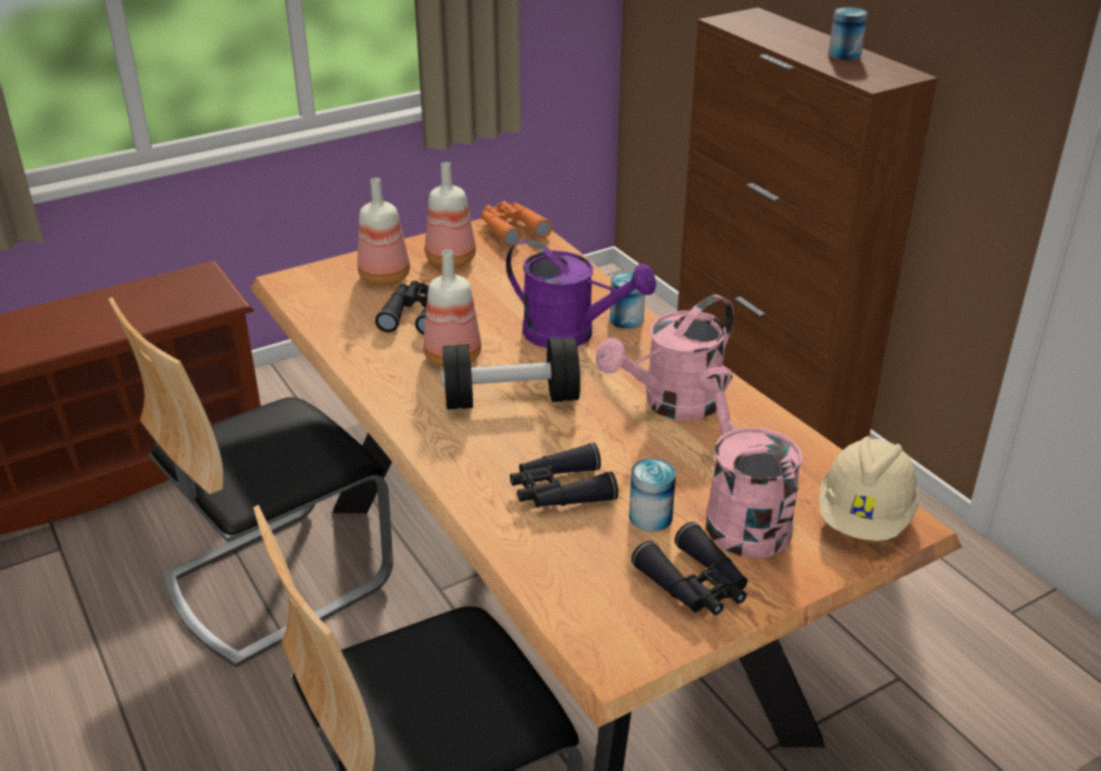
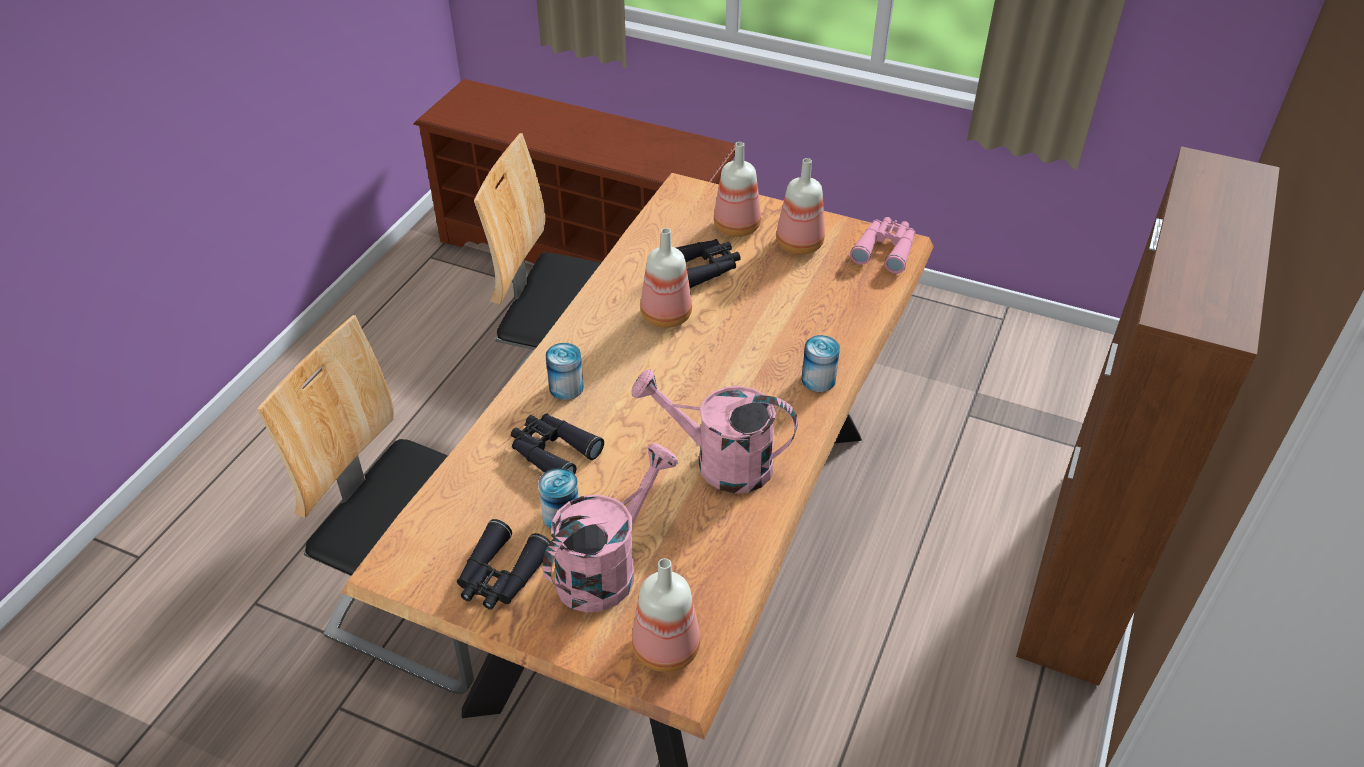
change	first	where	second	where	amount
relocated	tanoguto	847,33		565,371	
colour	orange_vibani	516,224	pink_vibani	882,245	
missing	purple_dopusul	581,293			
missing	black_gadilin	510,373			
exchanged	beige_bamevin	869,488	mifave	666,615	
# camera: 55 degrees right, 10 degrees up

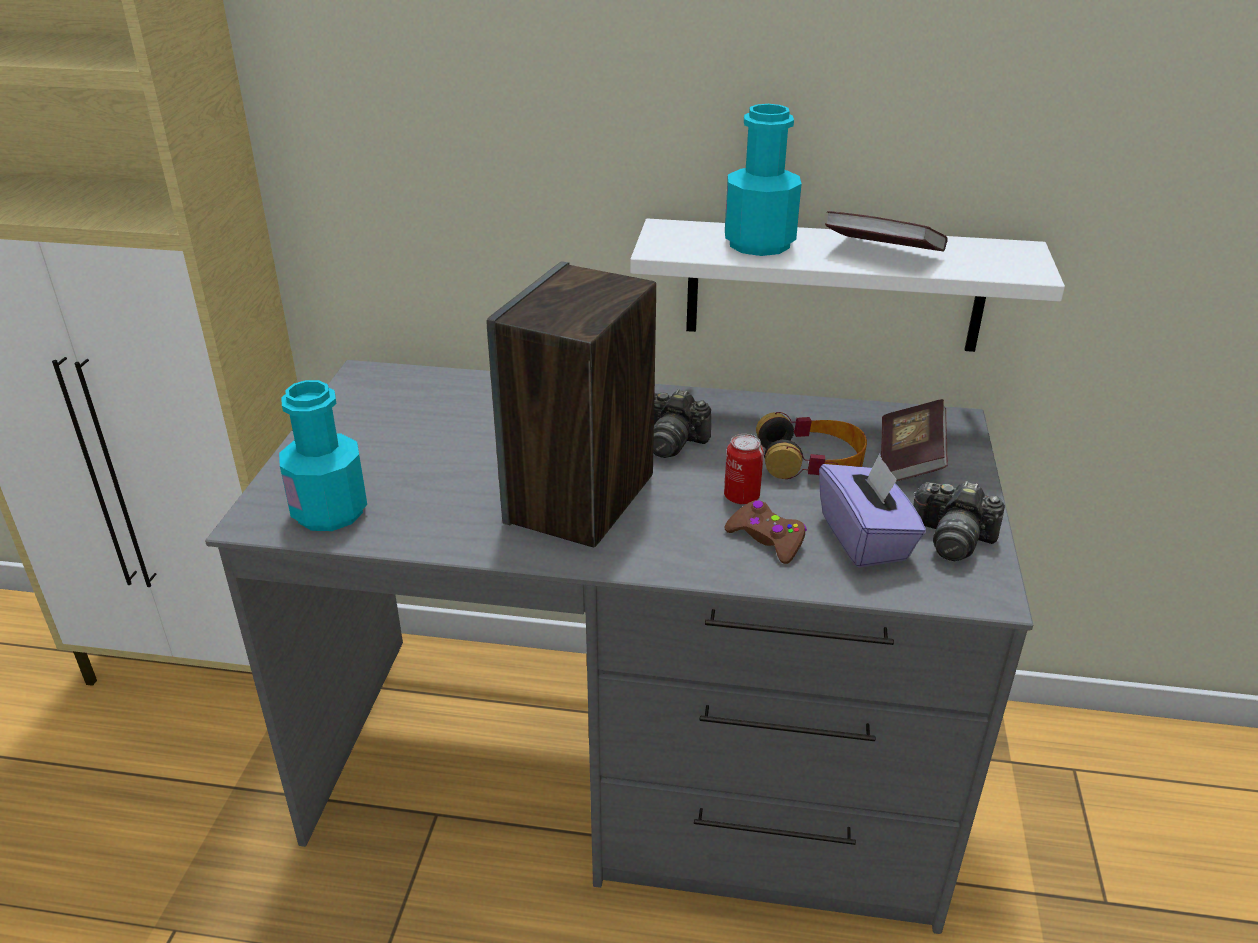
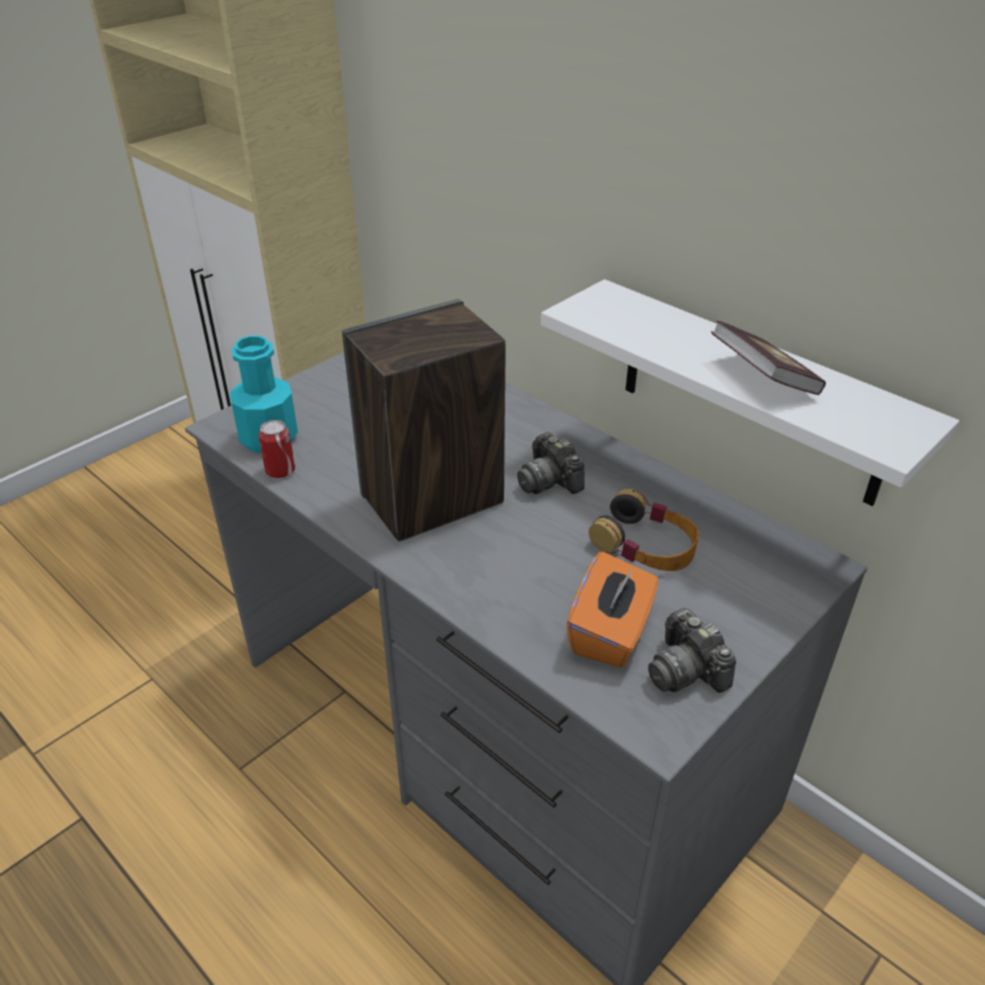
change	first	where	second	where	amount
missing	turquoise_mifave	763,180			
missing	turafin	914,440			
relocated	tanoguto	744,469		276,449	
colour	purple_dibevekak	872,510	orange_dibevekak	612,609	
missing	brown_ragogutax	765,532			
# camera: 35 degrees right, 5 degrees up

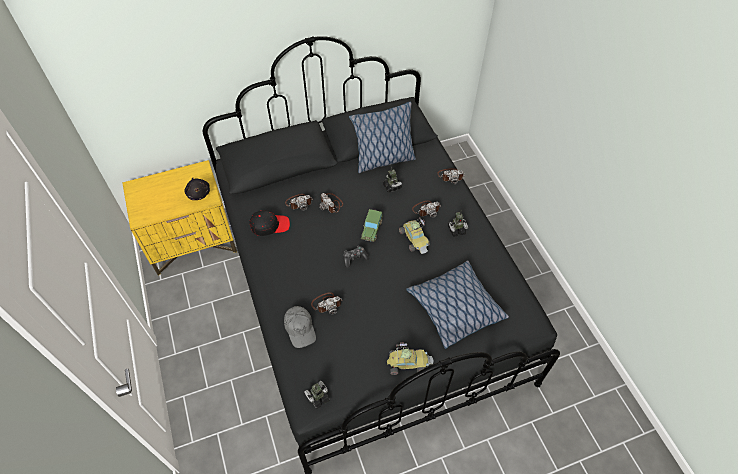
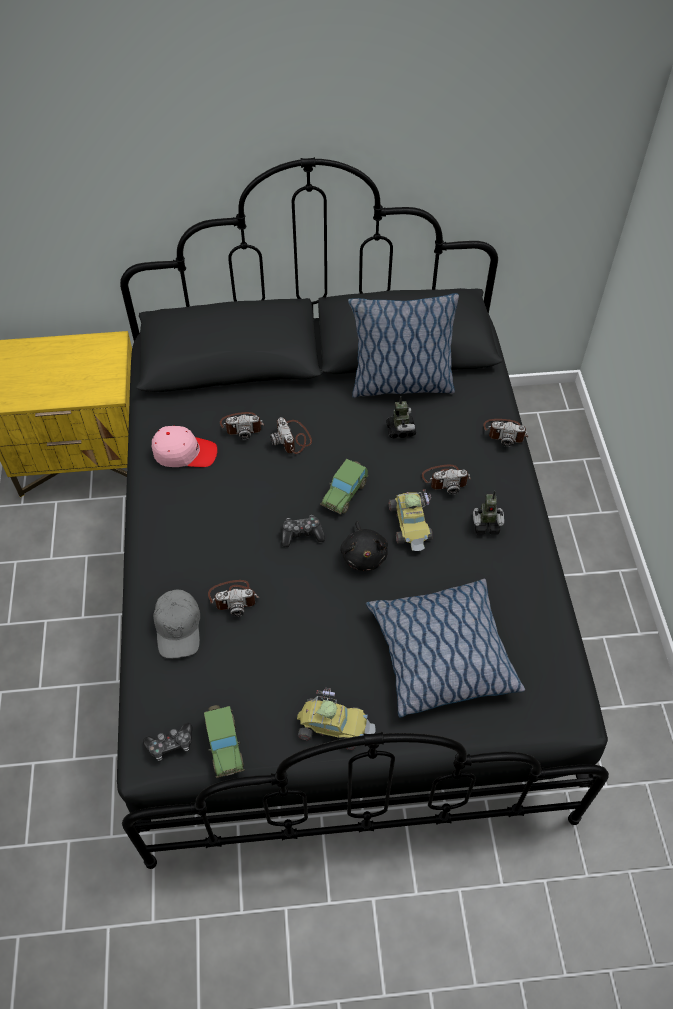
change	first	where	second	where	amount
relocated	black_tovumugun	197,188		364,546	
colour	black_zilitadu	269,223	pink_zilitadu	185,446	
exchanged	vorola	317,395	ragogutax	168,742	
appeared			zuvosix	224,741	
# camera: 15 degrees right, 0 degrees up

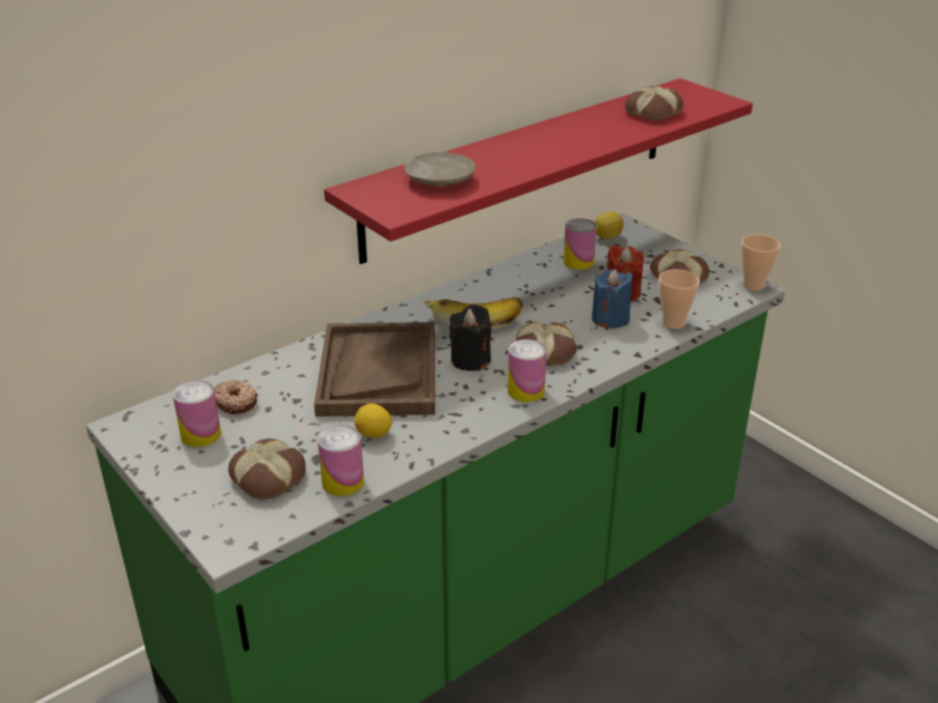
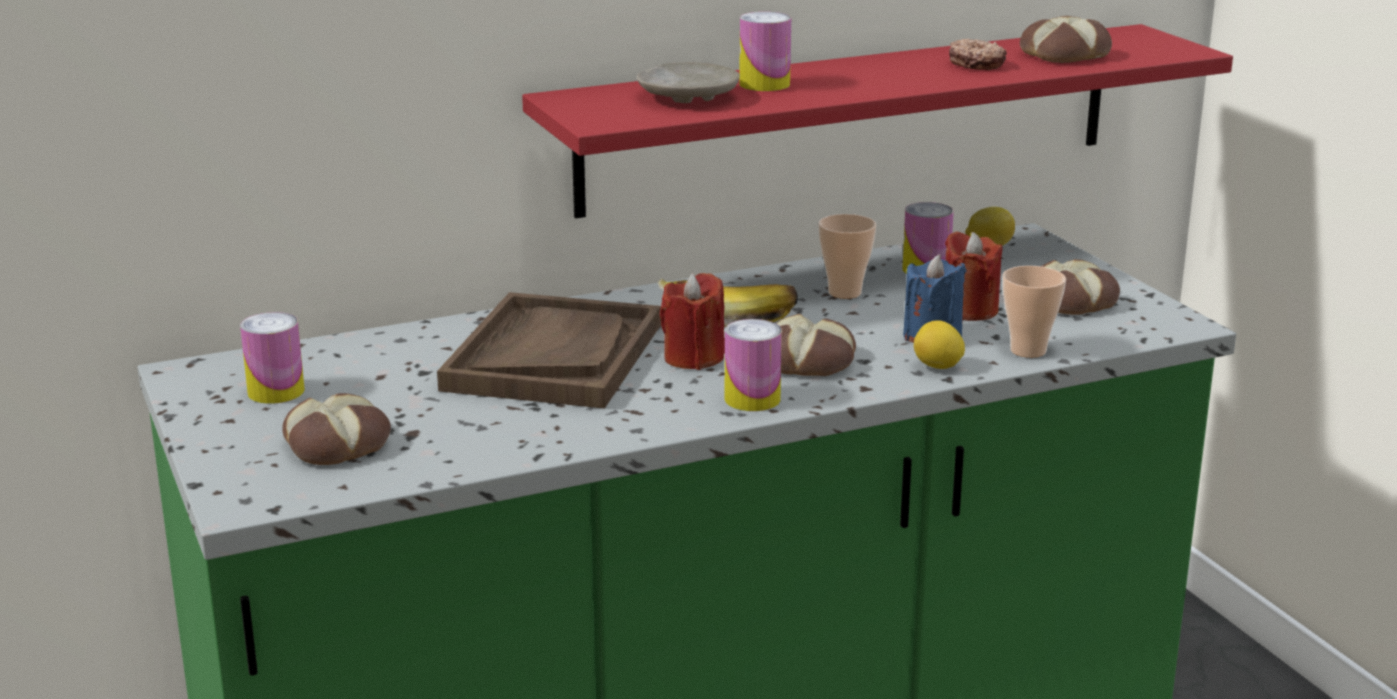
change	first	where	second	where	amount
relocated	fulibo	761,262		847,256	
colour	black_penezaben	470,338	red_penezaben	692,321	
relocated	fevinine	236,397		978,54	
relocated	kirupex	373,420		939,344	
relocated	tanoguto	341,460		765,51	
# camera: 15 degrees right, 10 degrees down

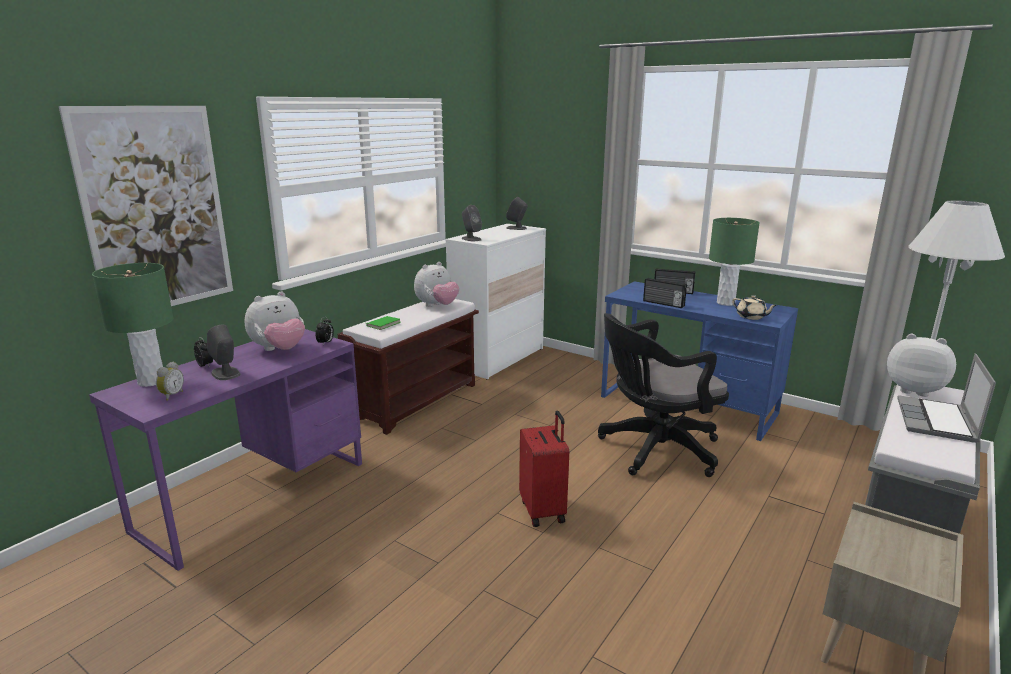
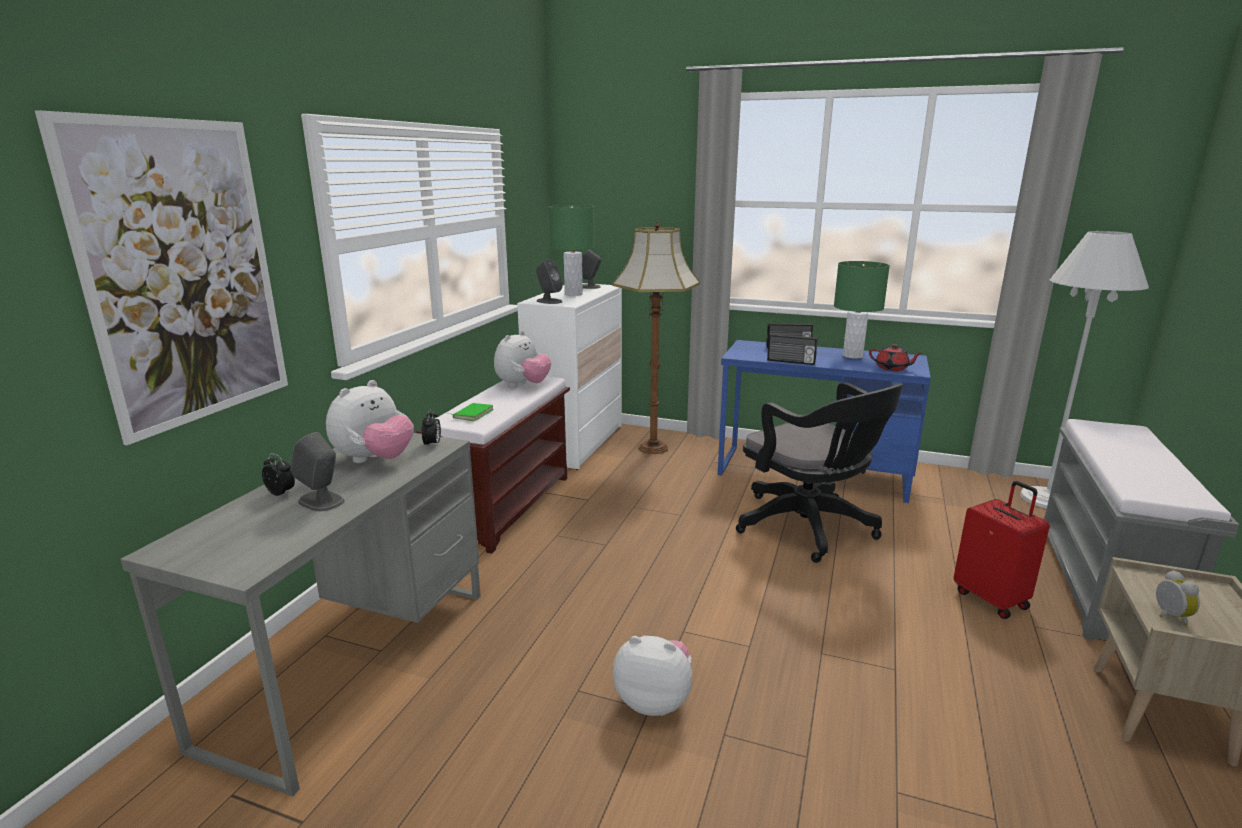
change	first	where	second	where	amount
relocated	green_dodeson	132,325		572,250	
colour	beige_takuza	755,307	red_takuza	896,357	
spun	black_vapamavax	663,395		819,472	90 degrees counterclockwise
colour	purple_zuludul	225,450	grey_zuludul	301,614	
relocated	tovumugun	921,365		652,675	
missing	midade	946,398			
relocated	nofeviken	170,381		1178,598	
relocated	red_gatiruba	544,469		1002,550	
appeared			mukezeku	656,337	
# camera: 15 degrees left, 0 degrees up

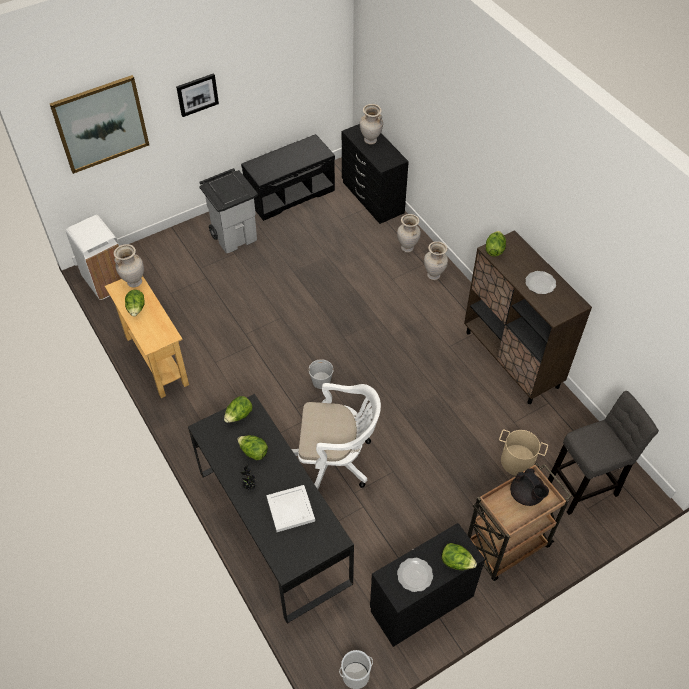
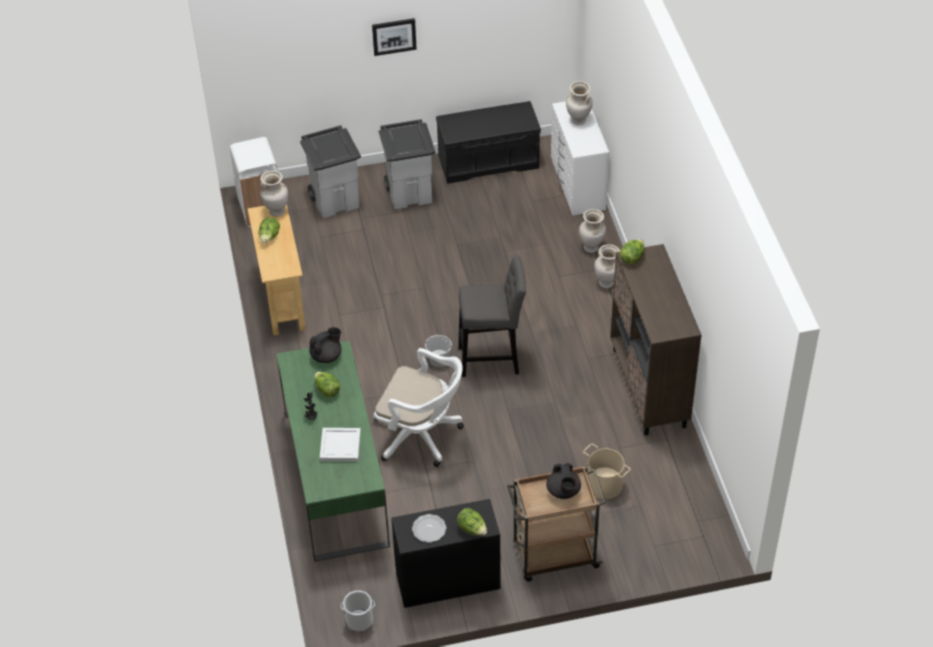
change	first	where	second	where	amount
missing	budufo	99,124			
colour	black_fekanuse	375,174	white_fekanuse	580,158	
missing	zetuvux	541,282			
relocated	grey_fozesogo	603,453		492,316	
colour	black_zuludul	271,509	green_zuludul	333,451	
exchanged	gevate	238,409	black_takuza	325,345	
appeared			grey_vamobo	330,171	
# camera: 20 degrees right, 5 degrees down

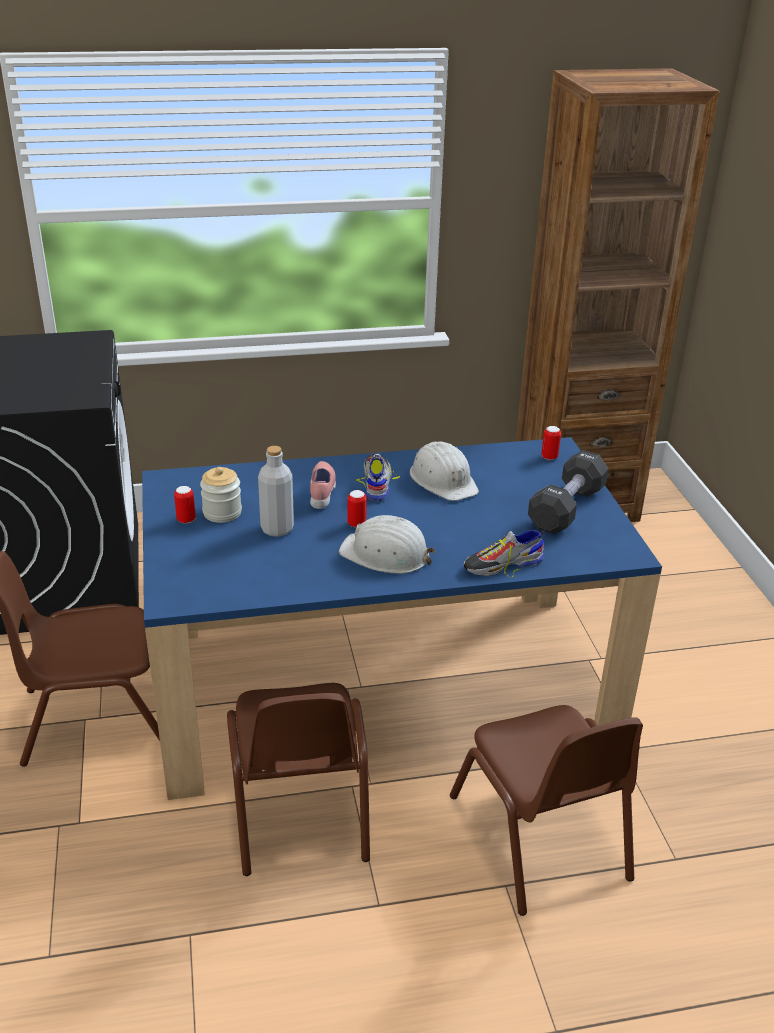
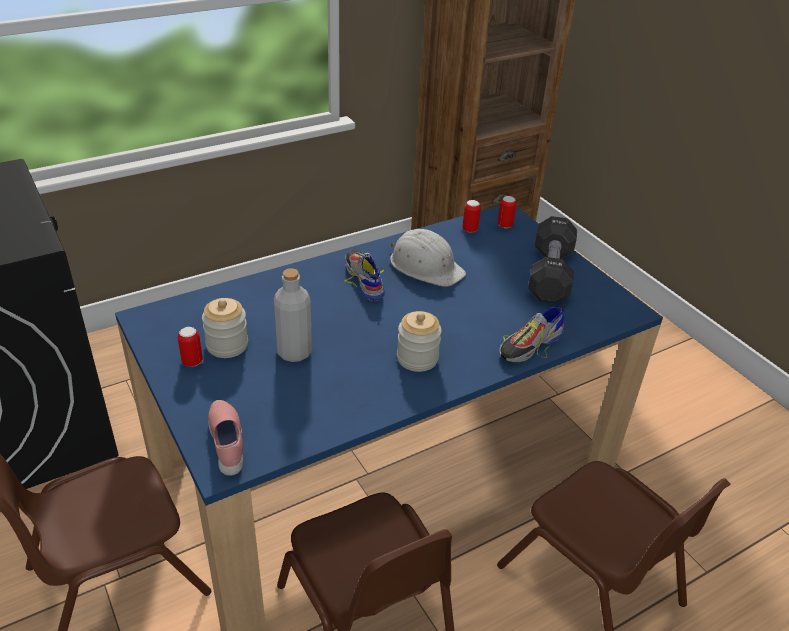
change	first	where	second	where	amount
relocated	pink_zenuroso	323,485		225,438	
relocated	tanoguto	357,509		471,216	
exchanged	white_bamevin	387,544	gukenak	419,341	
# camera: 20 degrees left, 5 degrees up

